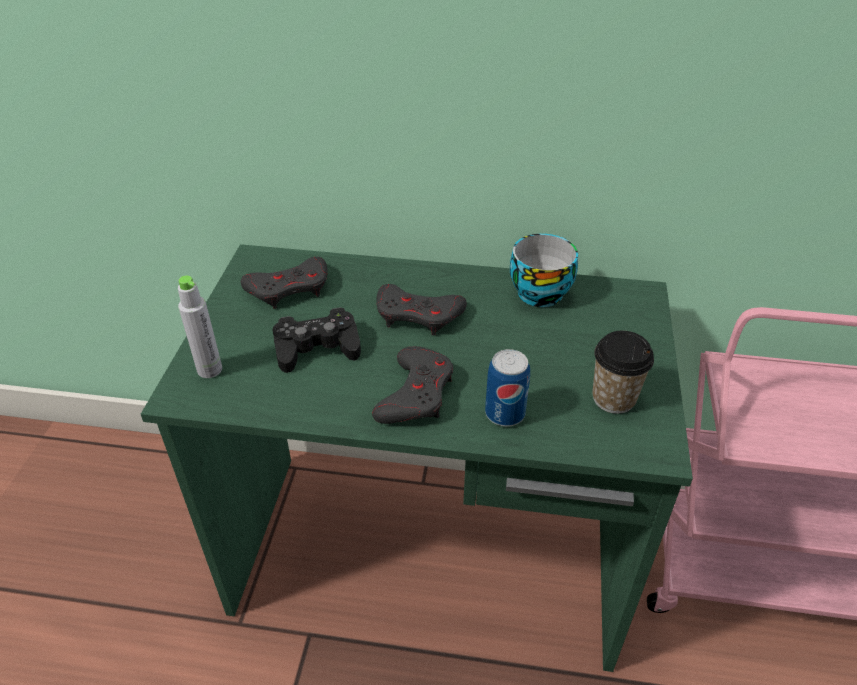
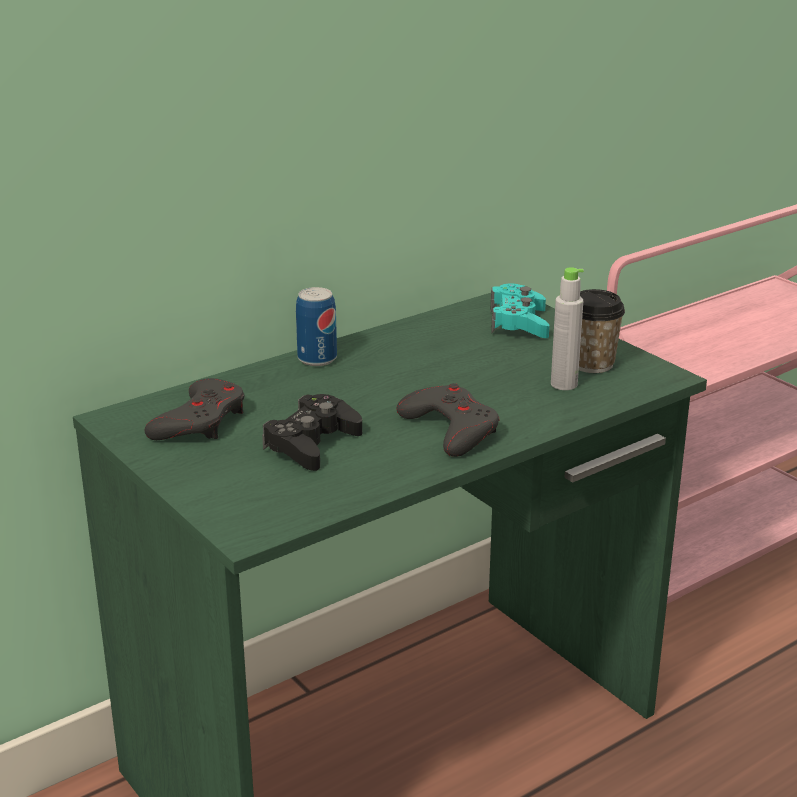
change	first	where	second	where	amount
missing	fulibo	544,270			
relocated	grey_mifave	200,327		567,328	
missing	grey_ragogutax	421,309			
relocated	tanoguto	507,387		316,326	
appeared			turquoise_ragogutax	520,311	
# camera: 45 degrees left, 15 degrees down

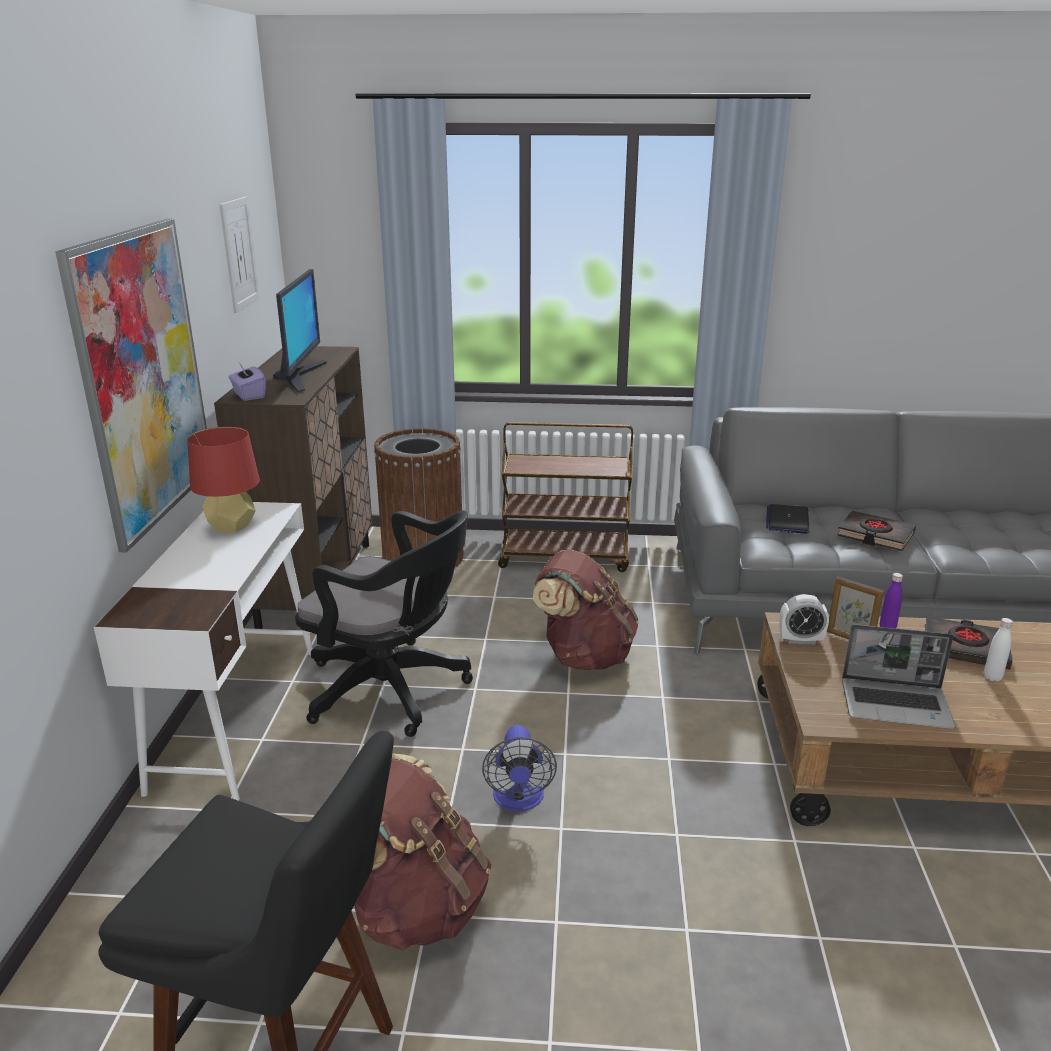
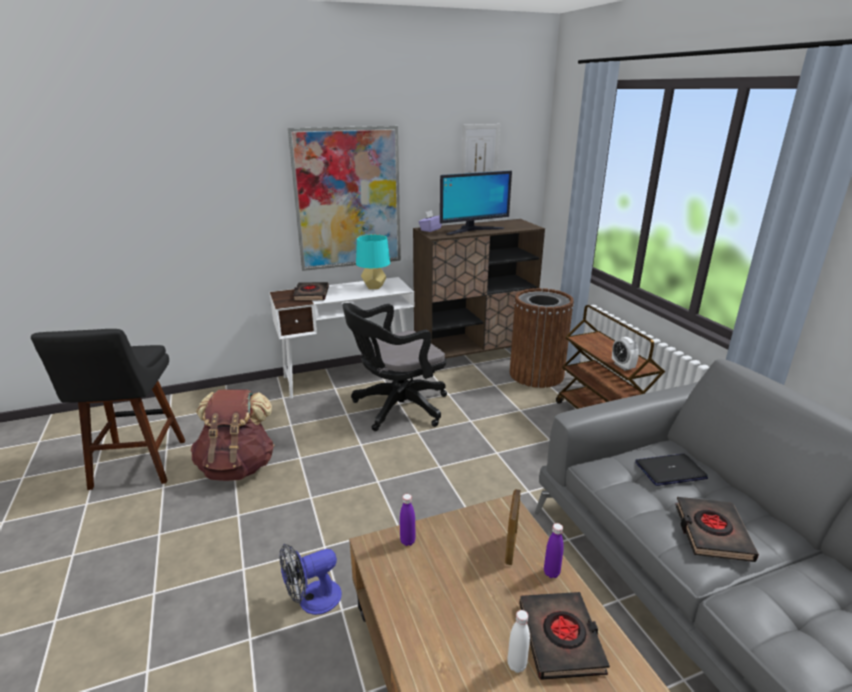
change	first	where	second	where	amount
colour	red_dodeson	223,480	turquoise_dodeson	373,261	
spun	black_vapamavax	384,623		394,367	60 degrees clockwise
missing	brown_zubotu	586,610			
relocated	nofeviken	804,619		625,354	
missing	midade	898,676			
relocated	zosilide	519,768		311,579	
appeared			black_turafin	311,291	
appeared			purple_mifave	408,520	
# camera: 65 degrees right, 0 degrees up

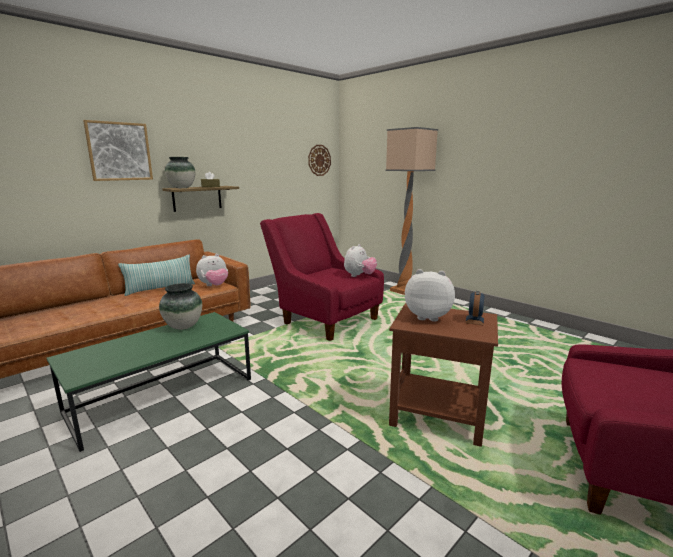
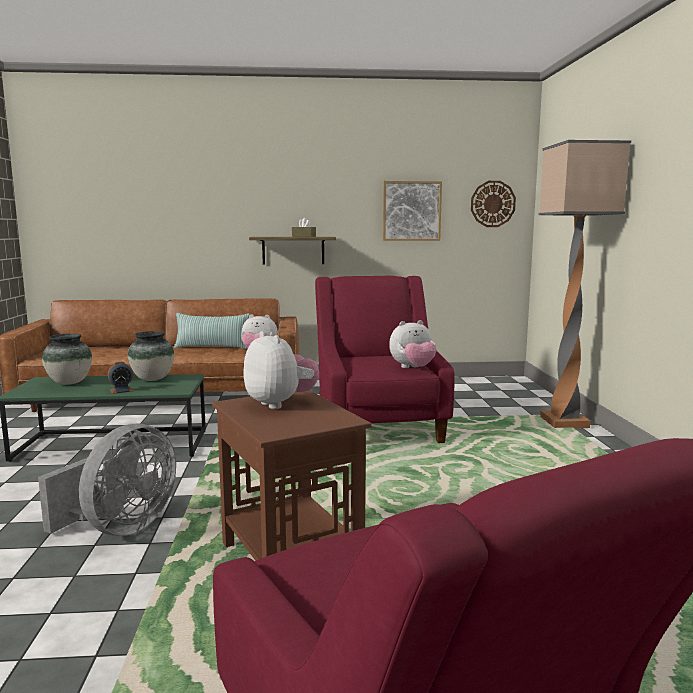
change	first	where	second	where	amount
relocated	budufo	118,150		412,211	
relocated	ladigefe	180,172		67,359	
relocated	nofeviken	474,308		121,378	
appeared			grey_zosilide	107,480	
# camera: 40 degrees right, 5 degrees down

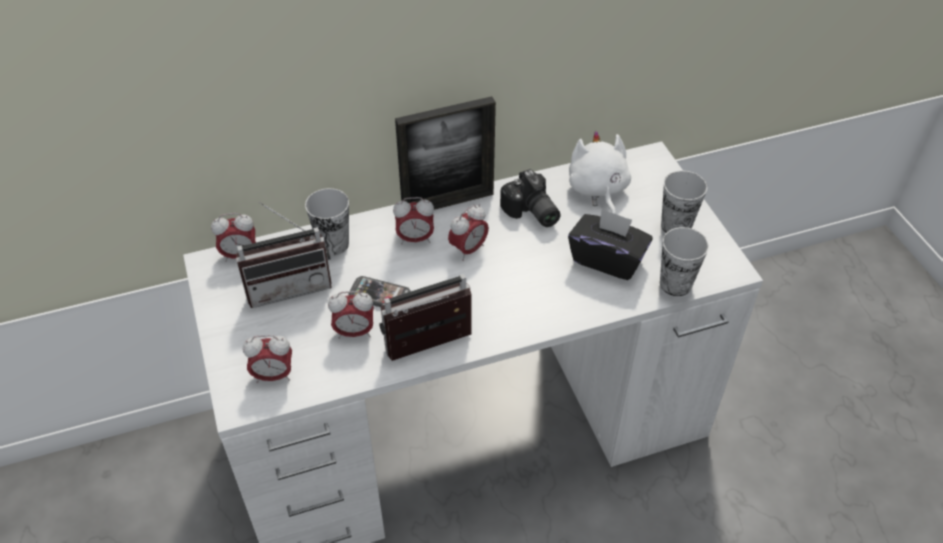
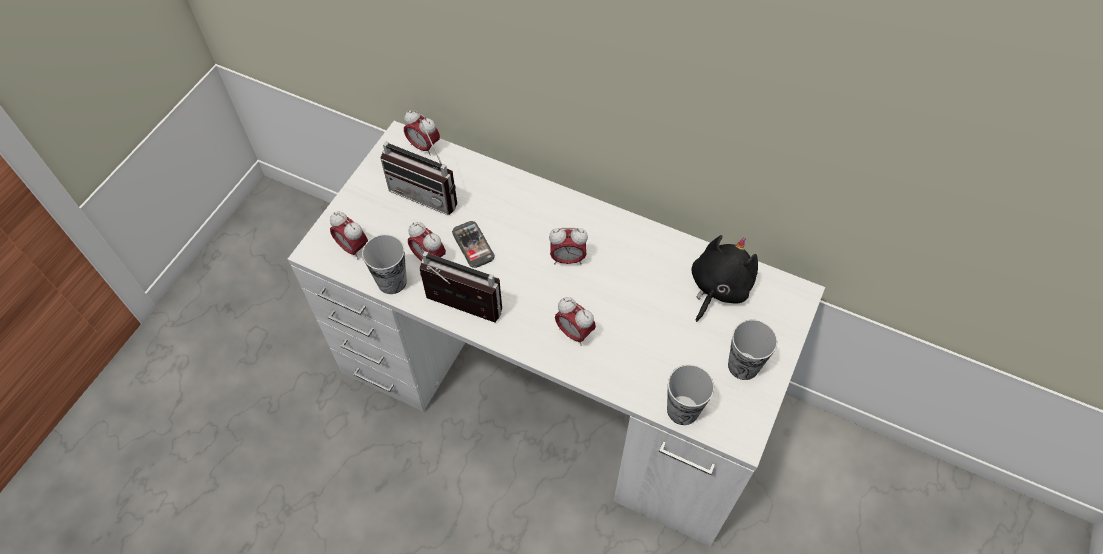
change	first	where	second	where	amount
missing	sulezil	445,153			
colour	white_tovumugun	600,172	black_tovumugun	725,278	
missing	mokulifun	530,198			
relocated	fulibo	327,222		384,264	
relocated	nofeviken	413,221		575,321	
missing	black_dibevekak	610,244			
# camera: 45 degrees right, 10 degrees up

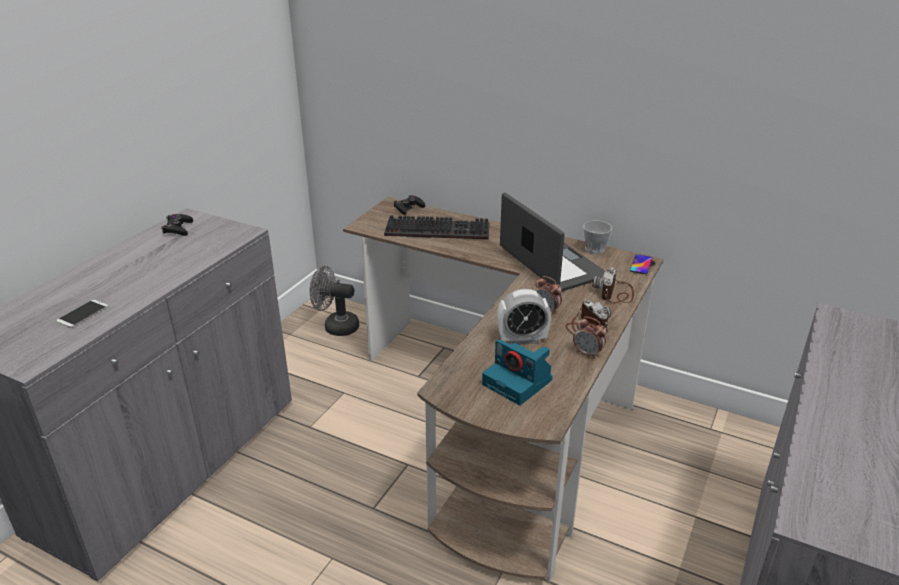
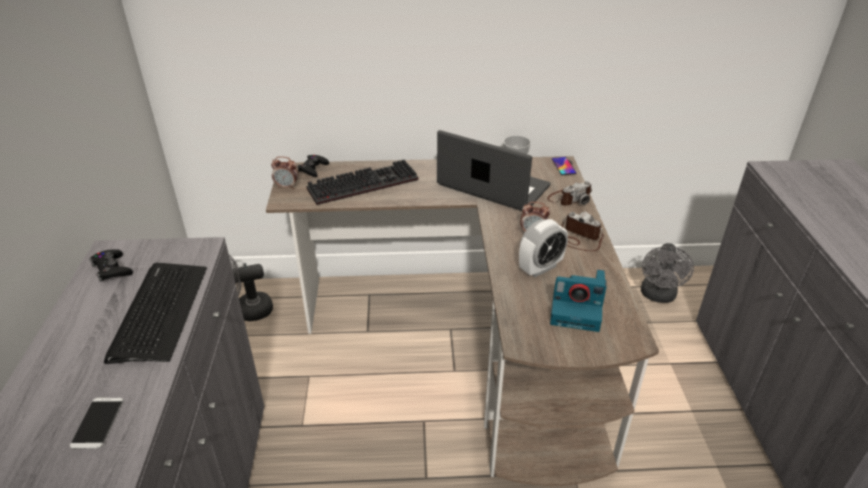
change	first	where	second	where	amount
spun	mokulifun	613,285		569,193	105 degrees counterclockwise
relocated	nofeviken	589,338		284,172	
appeared			grey_zosilide	667,273	
appeared			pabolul	155,313	
# camera: 30 degrees left, 5 degrees up

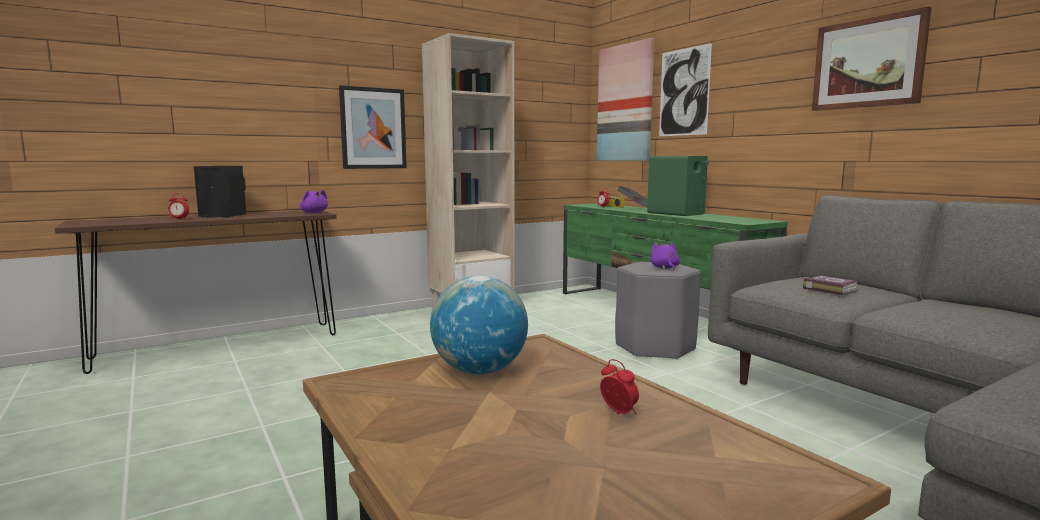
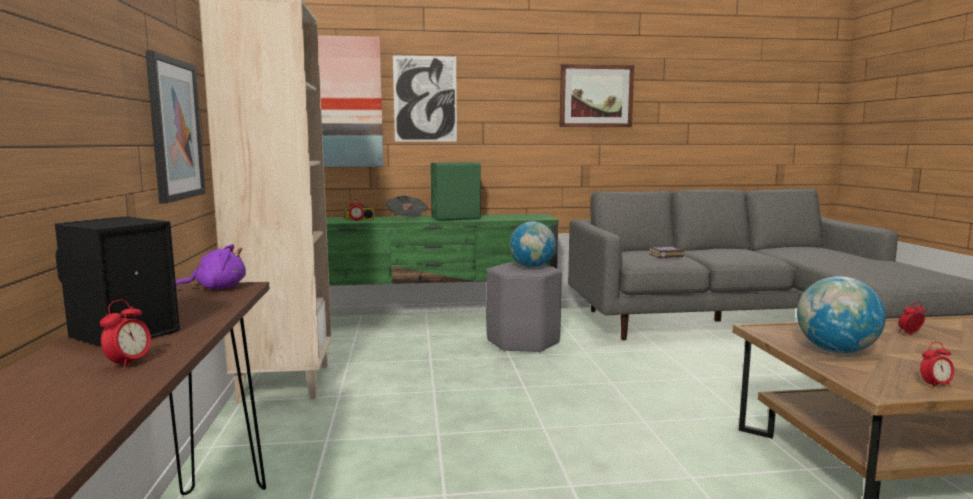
change	first	where	second	where	amount
exchanged	purple_tovumugun	665,256	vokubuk	532,244	
appeared			nofeviken	937,365	
# camera: 65 degrees left, 0 degrees up

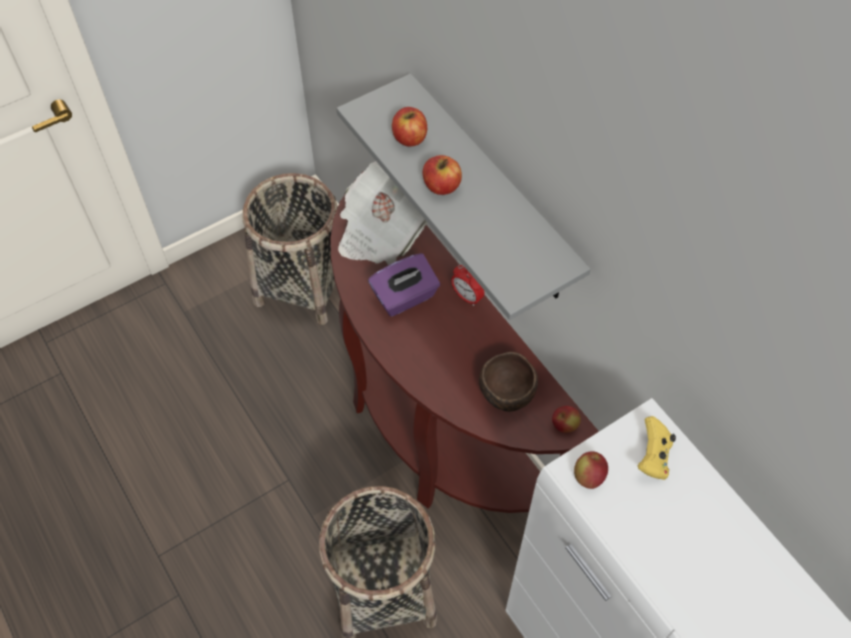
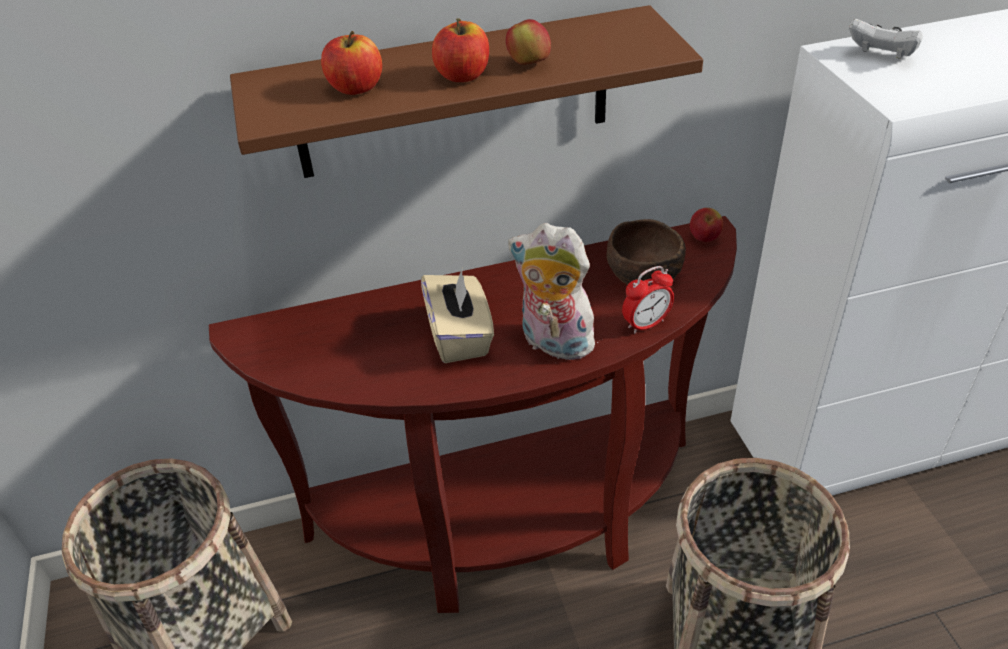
change	first	where	second	where	amount
colour	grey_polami	463,196	brown_polami	466,91	
missing	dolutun	383,213			
colour	purple_dibevekak	404,285	beige_dibevekak	457,316	
relocated	nofeviken	467,285		648,300	
colour	yellow_ragogutax	657,448	white_ragogutax	886,38	
relocated	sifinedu	591,470		528,42	
appeared			tovumugun	553,293	
# camera: 70 degrees left, 15 degrees down

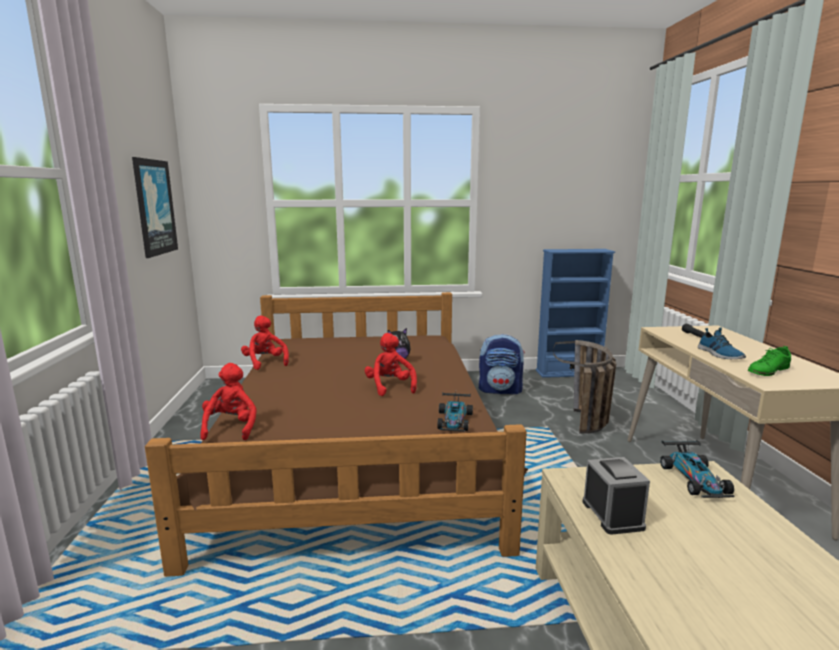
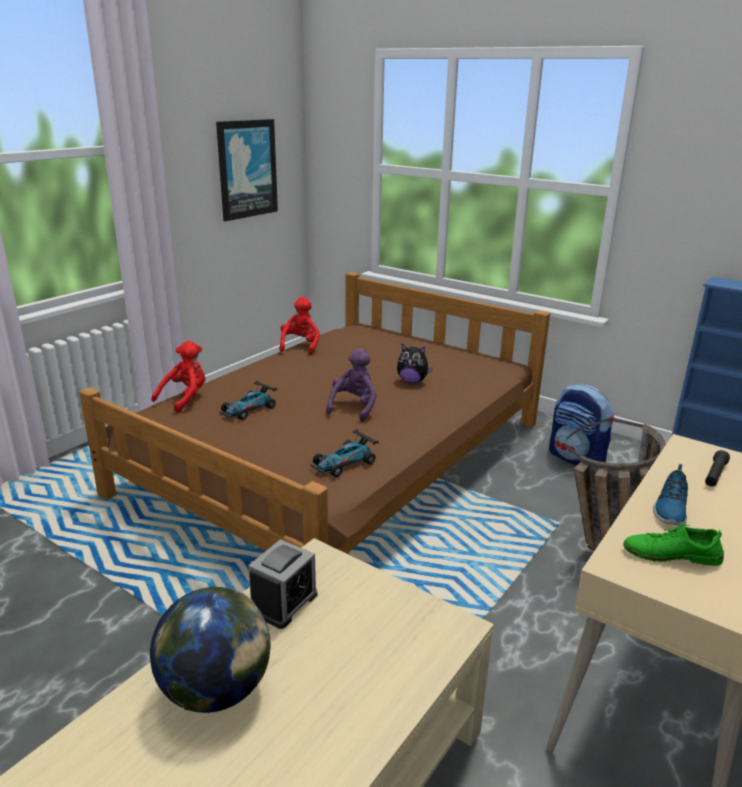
change	first	where	second	where	amount
colour	red_tovumugun	391,364	purple_tovumugun	351,385	
relocated	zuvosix	697,469		248,400	
appeared			vokubuk	210,650	
# camera: 40 degrees right, 10 degrees up

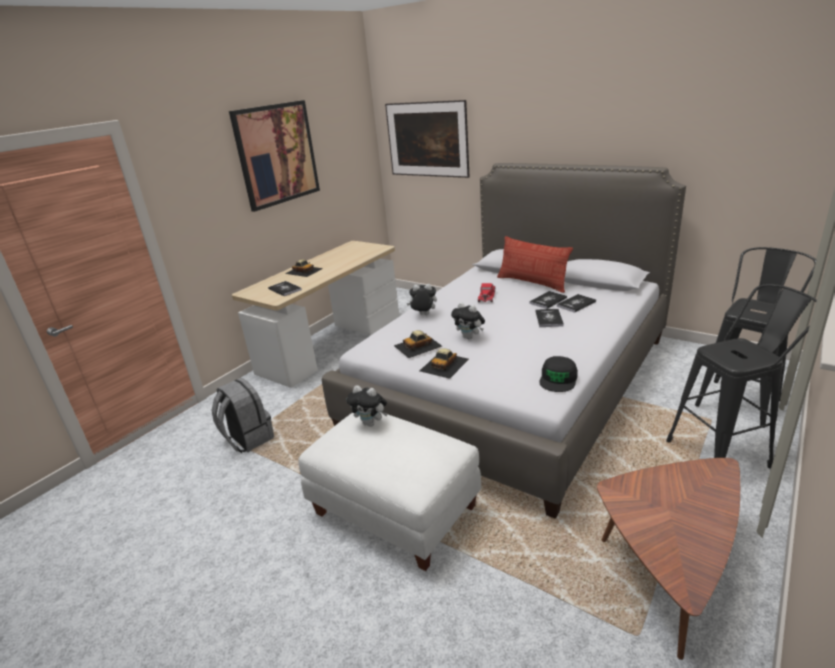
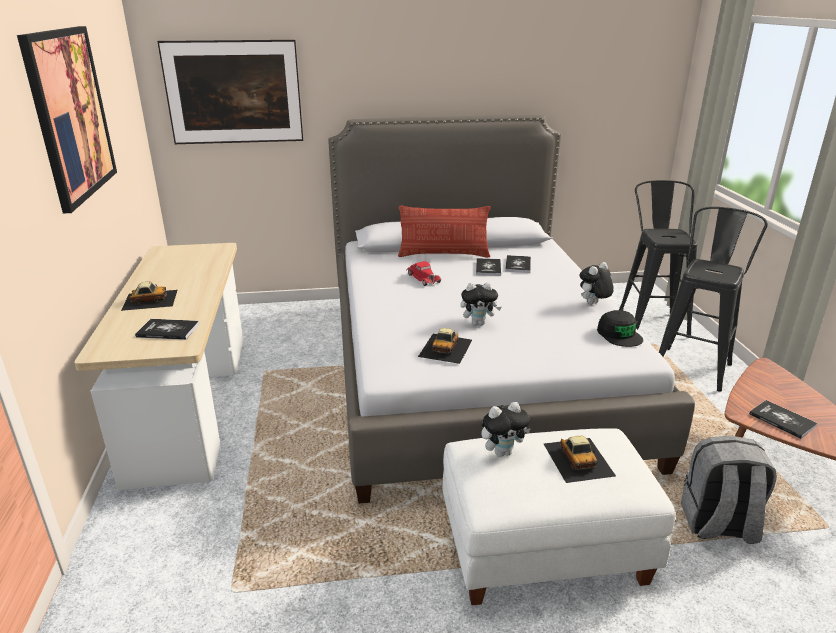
change	first	where	second	where	amount
relocated	tovumugun	422,299		596,283	
relocated	turafin	549,318		783,419	
relocated	zuvosix	444,363		580,459	
relocated	grey_zubotu	243,415		729,490	
# camera: 45 degrees left, 0 degrees up

